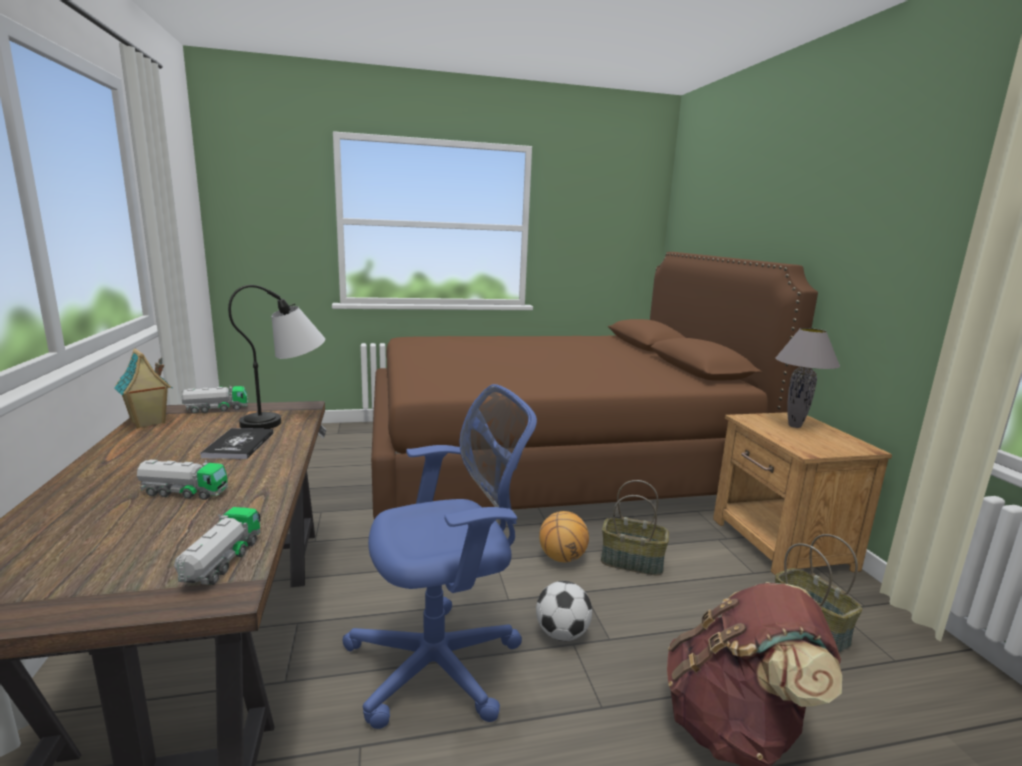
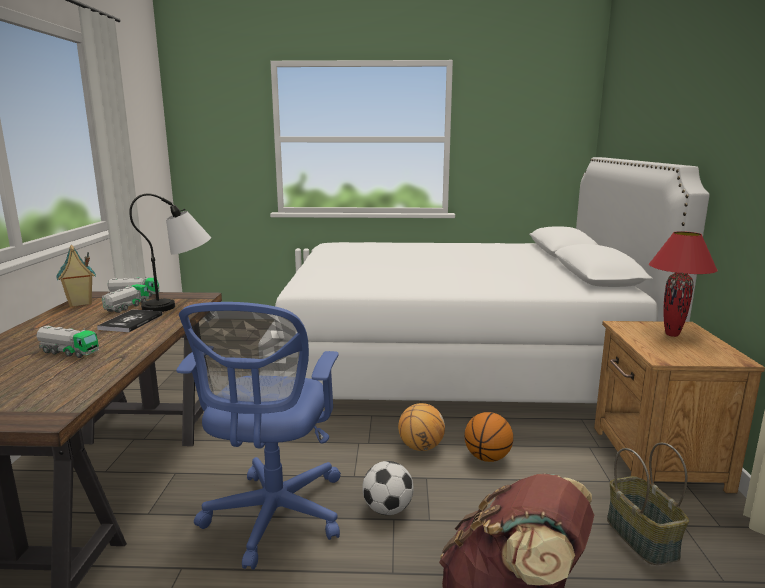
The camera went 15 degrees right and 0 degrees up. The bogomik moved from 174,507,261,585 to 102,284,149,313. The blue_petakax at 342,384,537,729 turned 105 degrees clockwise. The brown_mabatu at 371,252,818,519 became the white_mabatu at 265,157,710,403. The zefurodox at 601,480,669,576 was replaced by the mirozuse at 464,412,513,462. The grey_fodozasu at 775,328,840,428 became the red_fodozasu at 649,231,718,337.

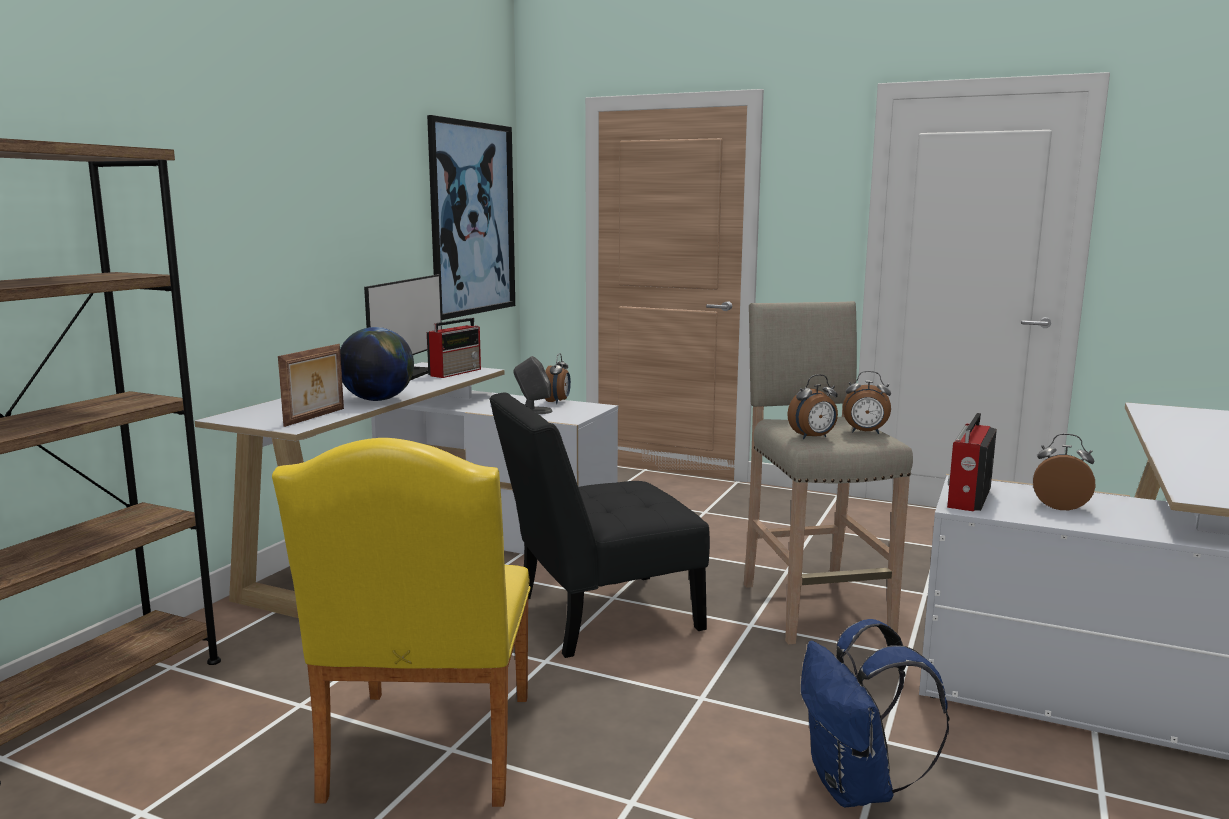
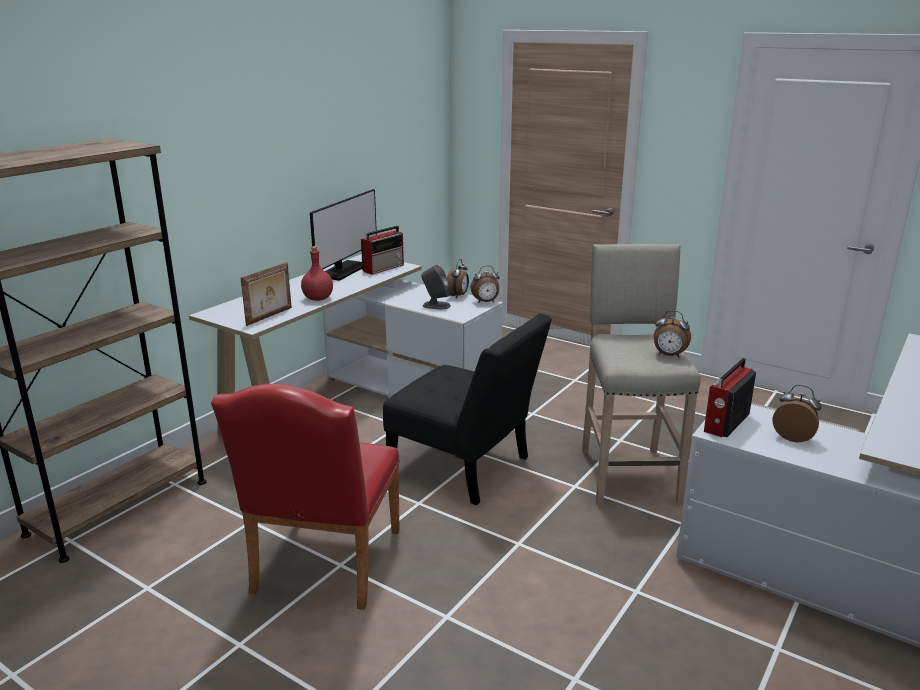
The camera went 10 degrees right and 10 degrees up. The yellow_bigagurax at 272,438,531,807 became the red_bigagurax at 211,384,400,610. The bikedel at 340,327,414,401 was replaced by the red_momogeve at 301,246,333,301. The black_bigagurax at 489,393,710,658 turned 135 degrees counterclockwise. The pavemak moved from 787,374,838,439 to 471,266,500,303. The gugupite at 427,115,515,320 disappeared. The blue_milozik at 801,619,950,807 disappeared.

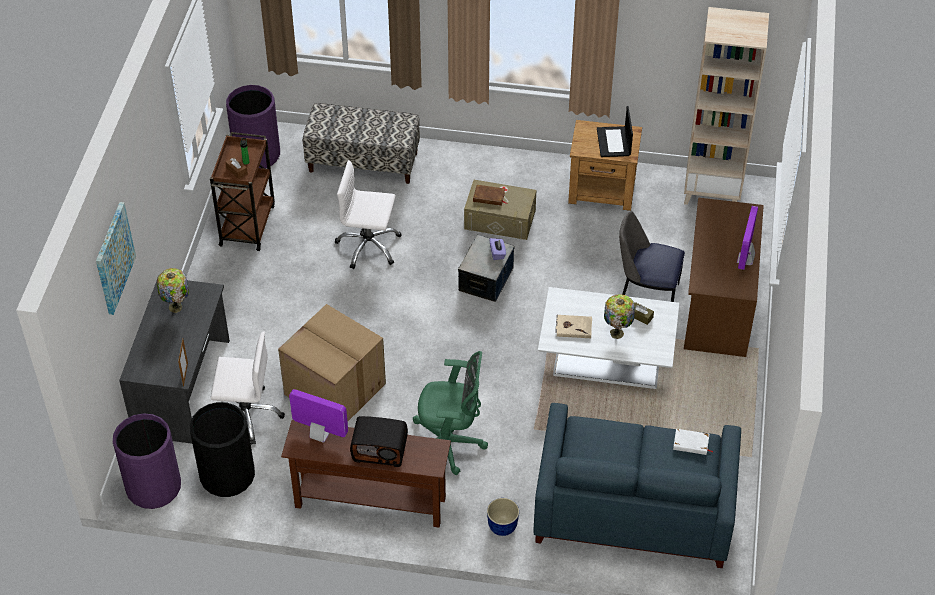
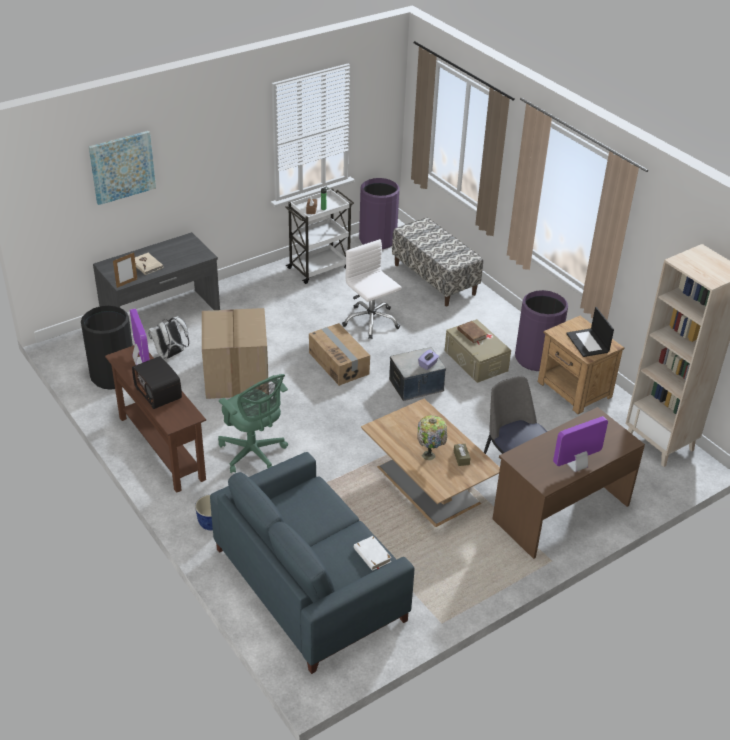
The camera went 45 degrees right and 10 degrees down. The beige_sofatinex moved from 555,315,592,338 to 135,253,163,275. The white_petakax at 211,331,285,445 was replaced by the white_milozik at 148,316,189,359. The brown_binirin at 210,132,275,251 became the white_binirin at 285,189,354,284. The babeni at 309,323,370,386 appeared. The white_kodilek at 538,287,679,389 became the brown_kodilek at 361,399,500,527. The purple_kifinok moved from 113,413,181,509 to 515,290,568,371. The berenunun at 597,106,633,157 turned 60 degrees counterclockwise. The fodozasu at 157,268,189,313 disappeared.

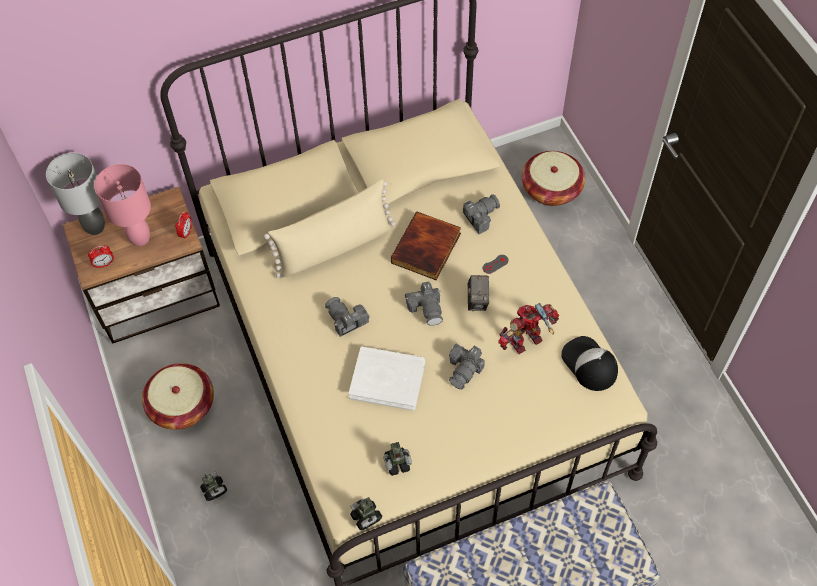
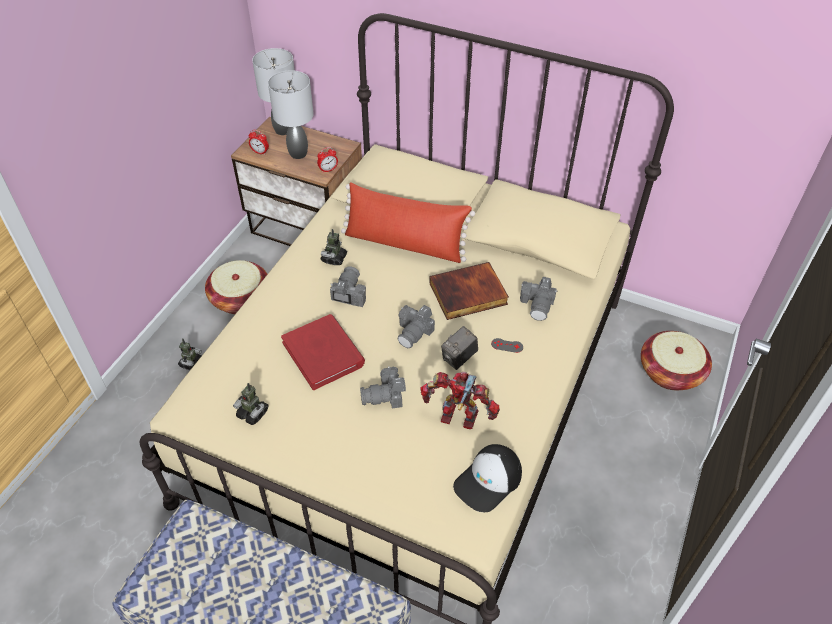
The camera went 45 degrees right and 10 degrees down. The pink_fodozasu at 94,164,151,246 became the grey_fodozasu at 268,70,314,159. The white_sofatinex at 349,346,425,411 became the red_sofatinex at 281,314,365,390. The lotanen moved from 350,497,382,530 to 321,229,347,265. The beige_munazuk at 264,180,395,278 became the red_munazuk at 341,182,475,263. The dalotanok at 561,336,618,391 turned 150 degrees counterclockwise. The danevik at 463,194,500,234 turned 90 degrees clockwise.

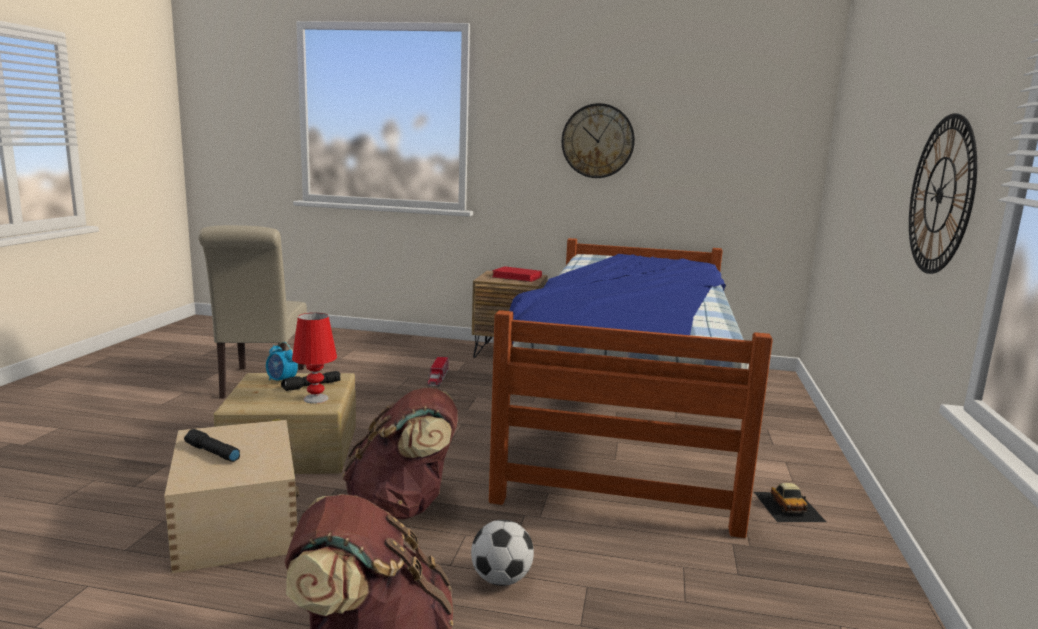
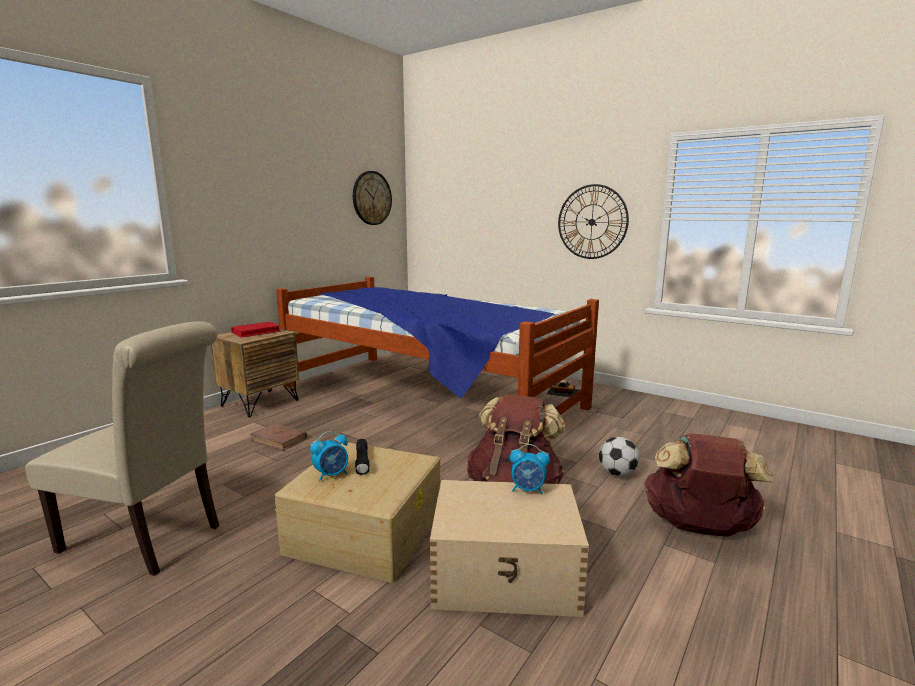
The camera went 65 degrees left and 0 degrees up. The bogomik at 427,357,449,387 was replaced by the brown_sofatinex at 250,423,307,451. The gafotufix moved from 562,103,635,178 to 353,171,392,225. The pavemak at 510,444,550,494 appeared. The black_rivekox at 184,429,240,462 disappeared. The red_fodozasu at 292,313,337,404 disappeared.

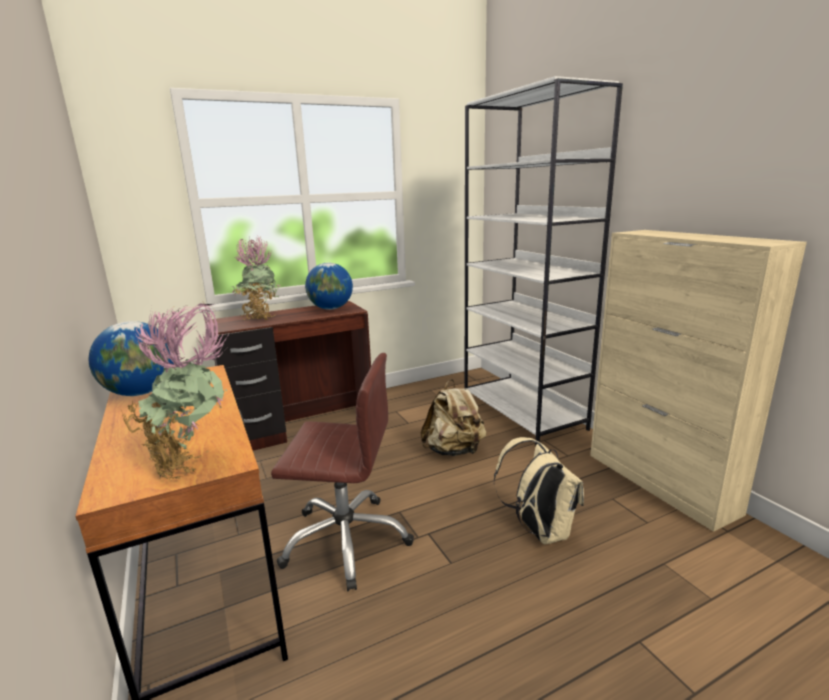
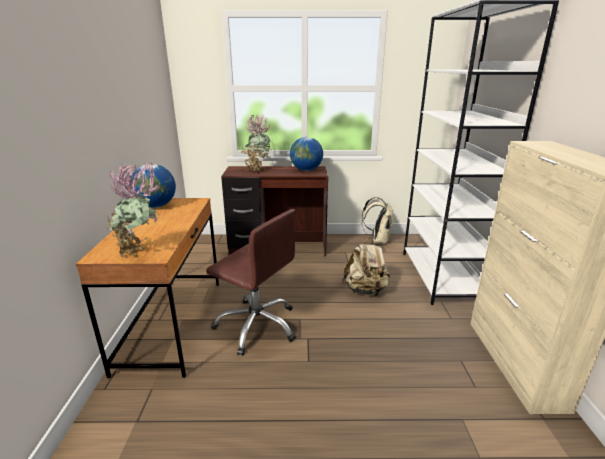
The camera went 25 degrees right and 5 degrees up. The beige_milozik moved from 494,437,584,545 to 362,197,394,244.

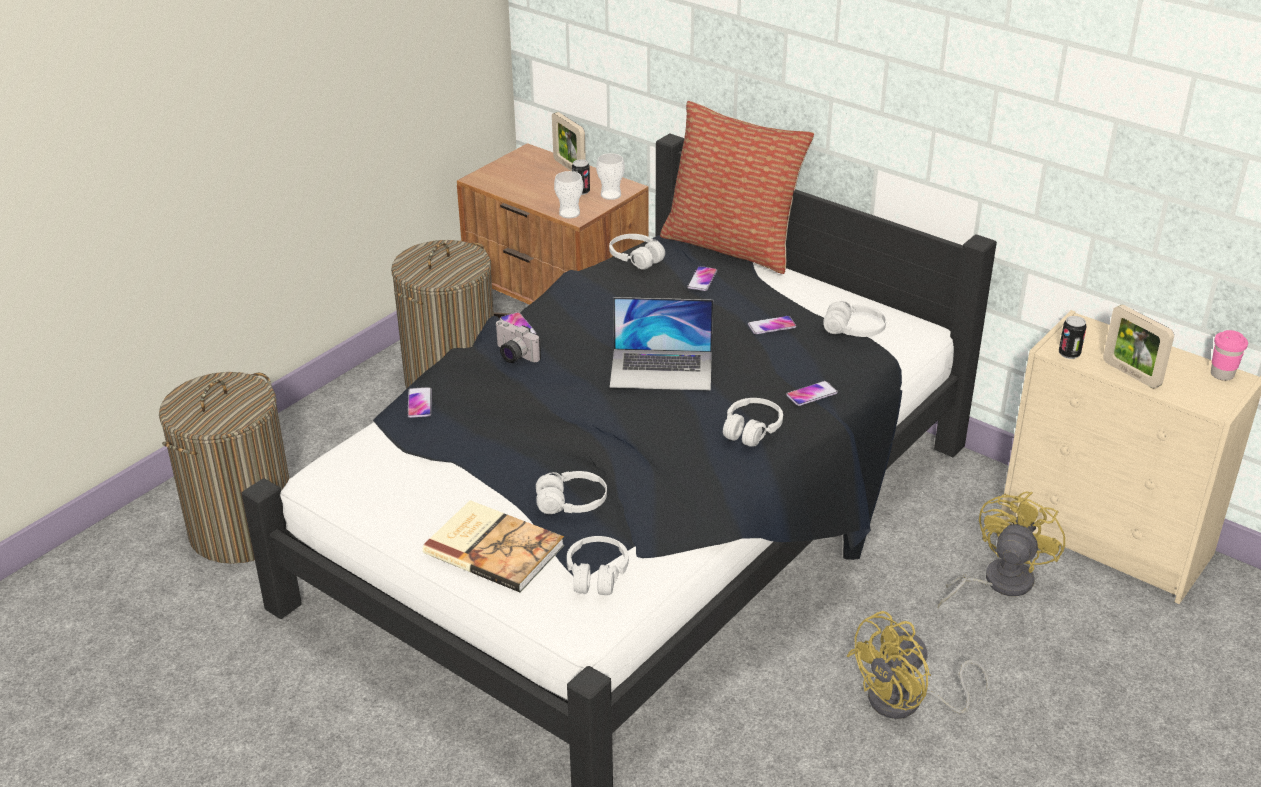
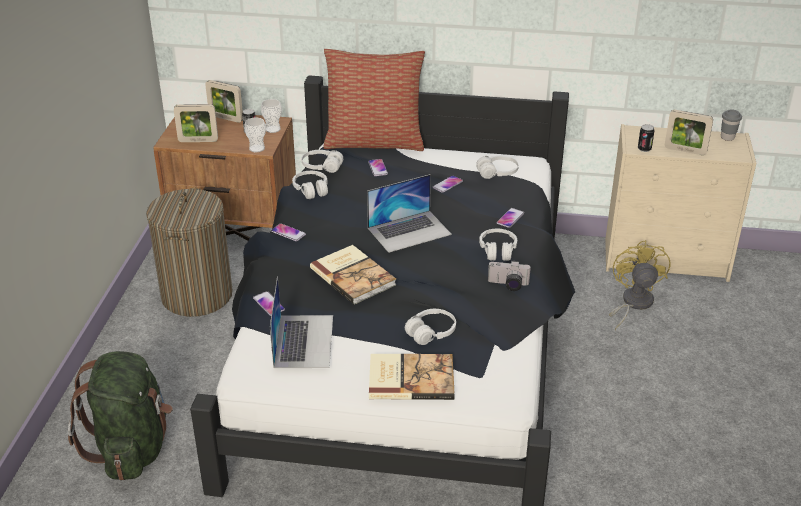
The camera went 30 degrees left and 0 degrees up. The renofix at 159,372,289,564 was replaced by the green_milozik at 68,351,173,481. The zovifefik at 174,104,218,142 appeared. The berenunun at 270,276,333,368 appeared. The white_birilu moved from 567,536,629,595 to 292,171,328,199. The sofatinex at 310,245,396,304 appeared. The danevik moved from 496,320,541,363 to 488,261,531,291. The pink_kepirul at 1211,330,1248,381 became the grey_kepirul at 721,109,742,141. The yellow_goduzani at 847,611,989,719 disappeared.

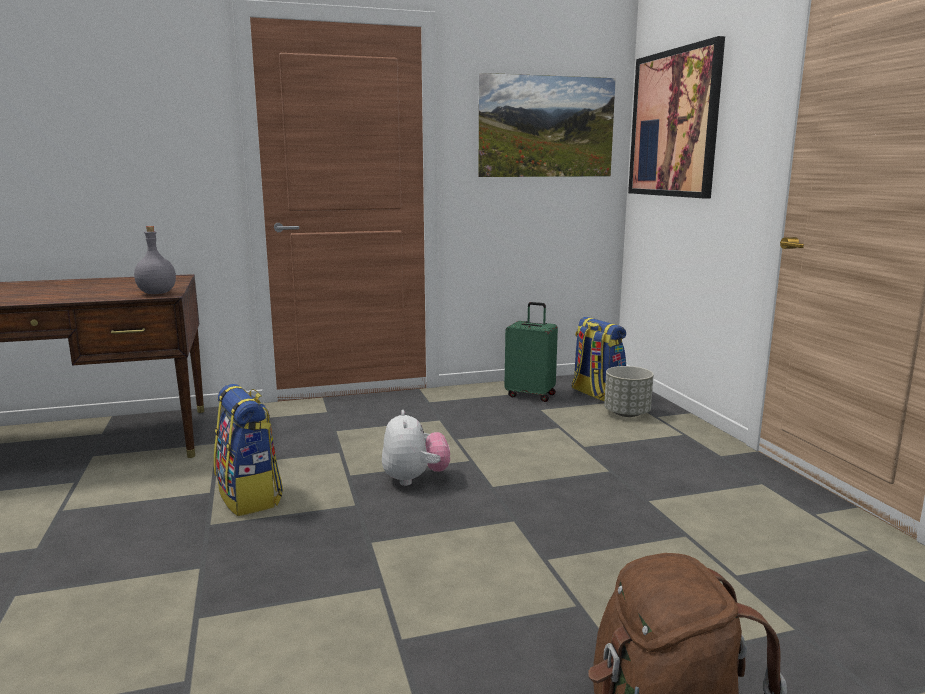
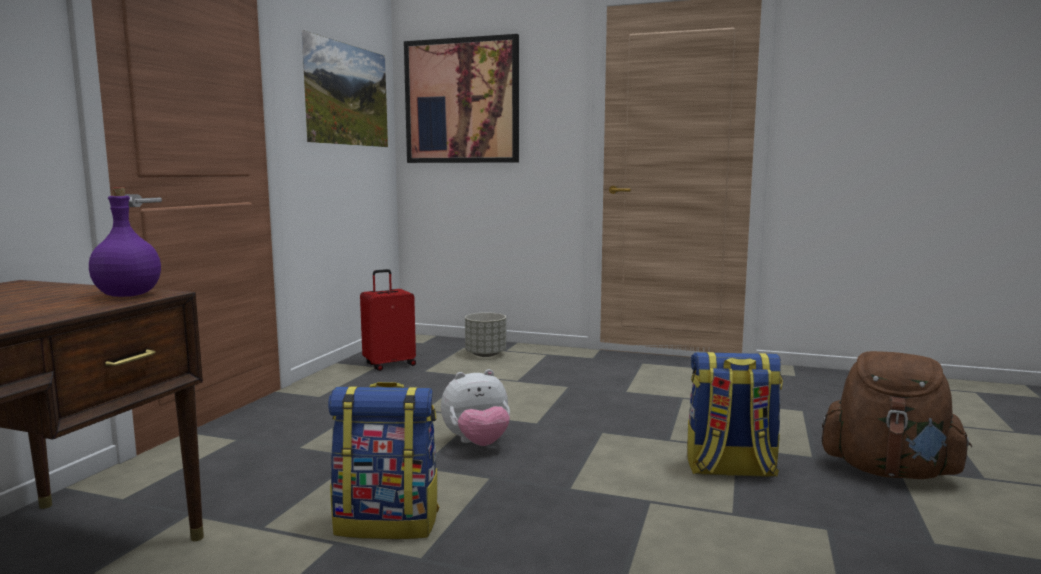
The camera went 55 degrees left and 5 degrees down. The grey_momogeve at 134,226,176,294 became the purple_momogeve at 89,187,161,297. The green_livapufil at 504,302,558,402 became the red_livapufil at 360,269,416,371. The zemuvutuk at 382,410,450,486 turned 135 degrees clockwise. The milozik moved from 571,317,626,402 to 688,352,783,477.

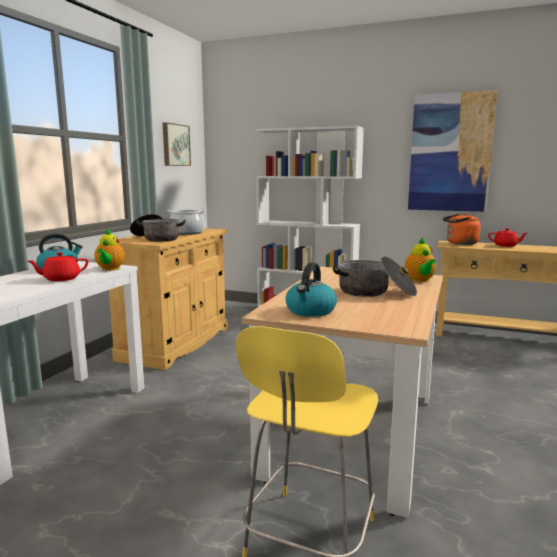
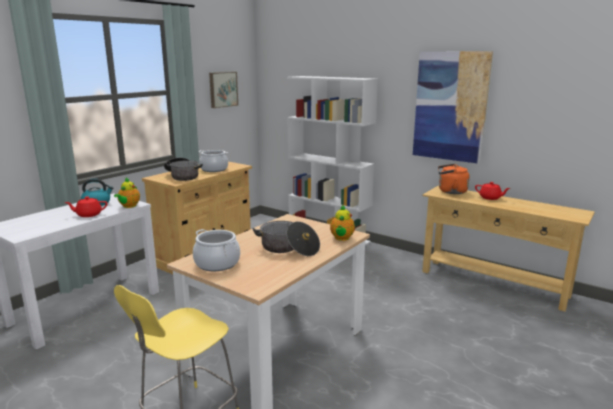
The camera went 15 degrees right and 5 degrees up. The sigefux at 286,263,337,317 was replaced by the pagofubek at 193,229,240,271.

